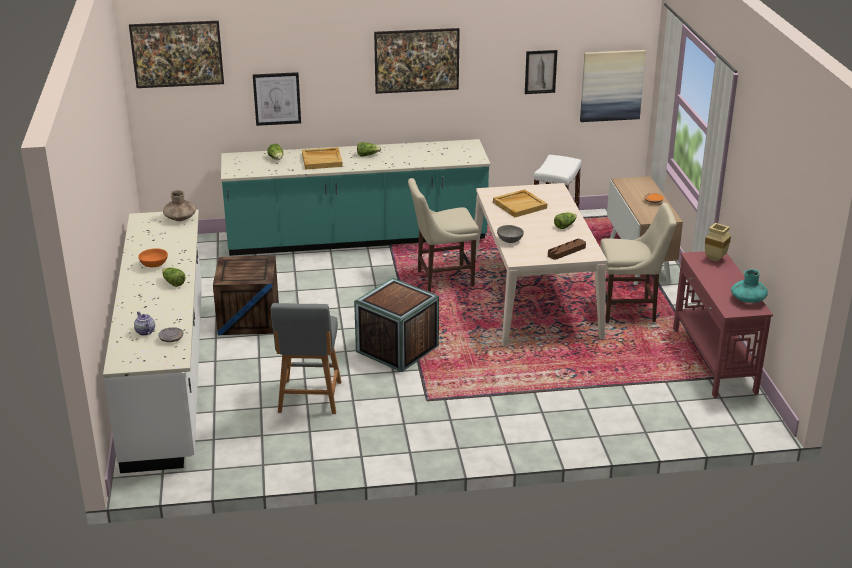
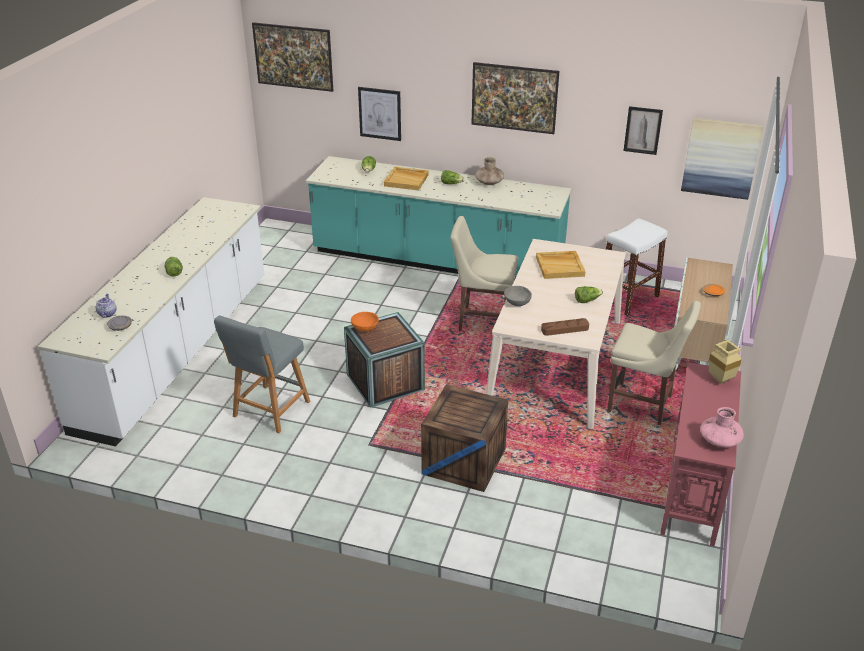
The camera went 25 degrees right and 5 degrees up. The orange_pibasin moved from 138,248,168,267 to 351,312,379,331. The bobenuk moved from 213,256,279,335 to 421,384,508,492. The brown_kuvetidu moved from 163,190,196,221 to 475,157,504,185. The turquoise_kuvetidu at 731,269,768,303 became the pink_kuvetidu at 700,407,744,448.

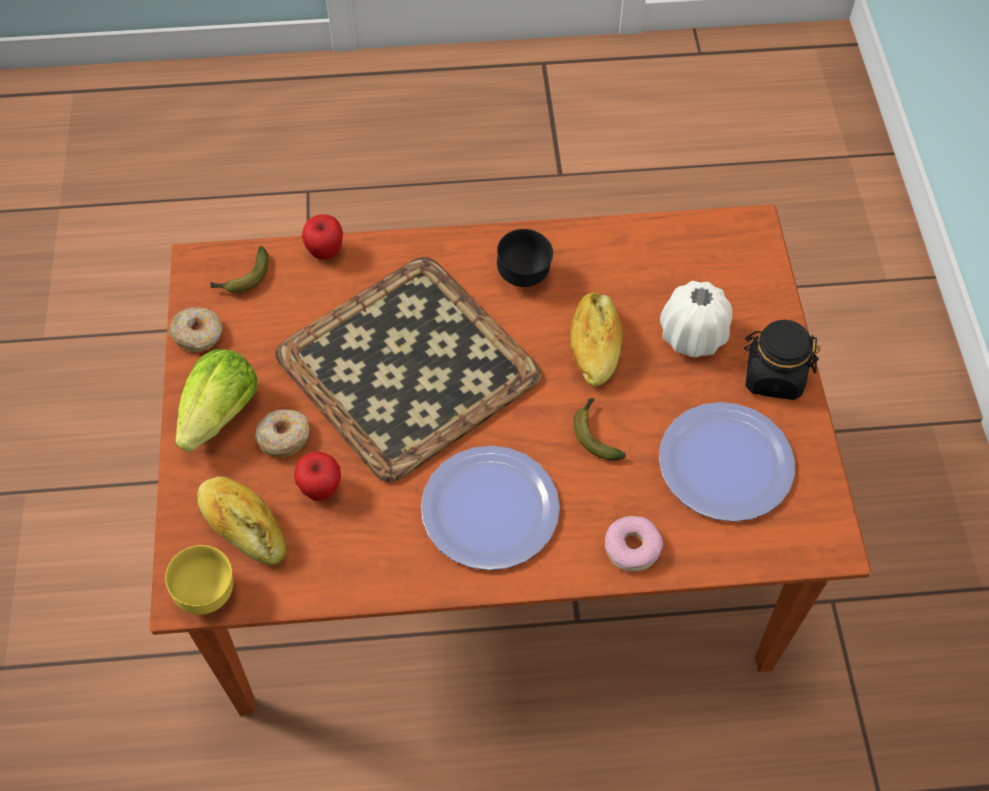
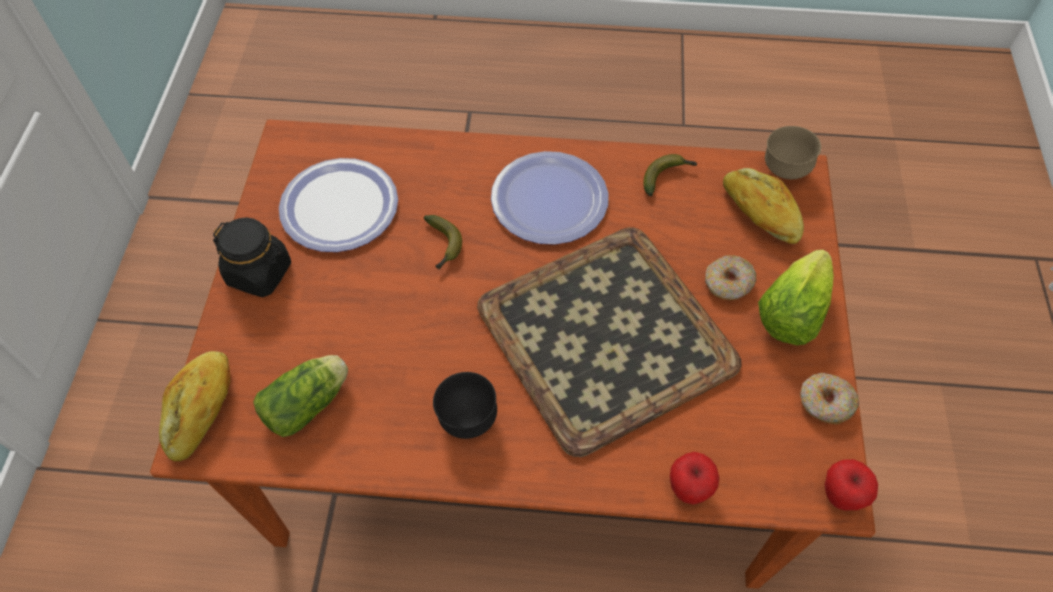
The camera went 170 degrees left and 0 degrees up. The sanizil moved from 570,293,623,387 to 159,351,230,461. The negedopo at 253,355,348,437 appeared. The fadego moved from 210,246,269,293 to 644,154,697,196. The yellow_pibasin at 165,545,233,615 became the brown_pibasin at 765,126,821,179. The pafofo moved from 294,451,341,501 to 825,459,878,510. The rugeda at 605,516,663,572 disappeared. The white_kuvetidu at 660,281,732,358 disappeared.

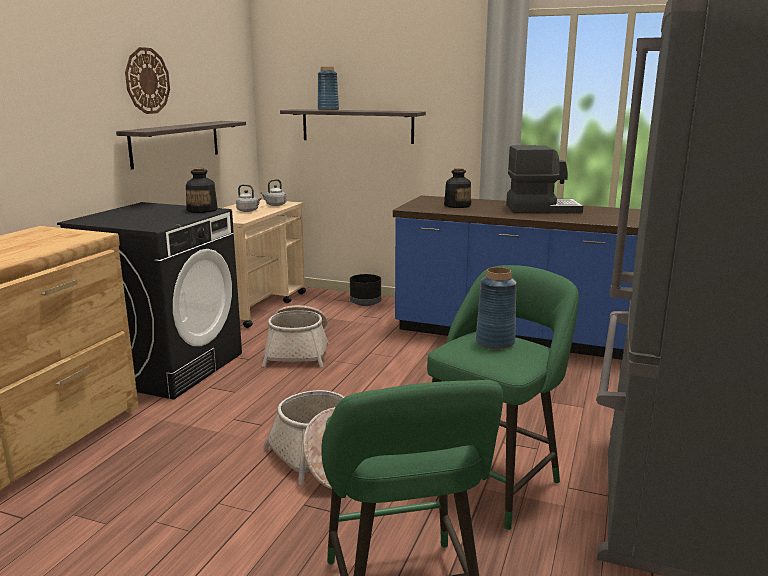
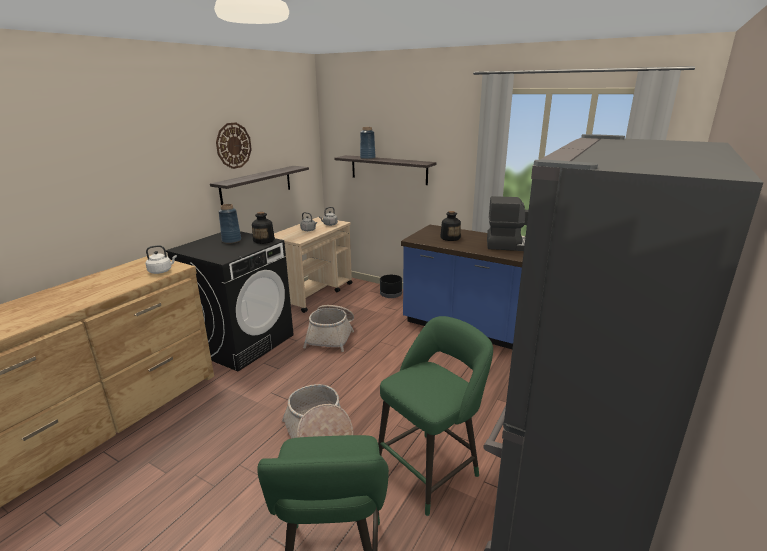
The camera went 10 degrees right and 5 degrees up. The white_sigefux at 146,245,177,274 appeared. The blue_kuvetidu moved from 476,267,517,350 to 218,204,241,243.

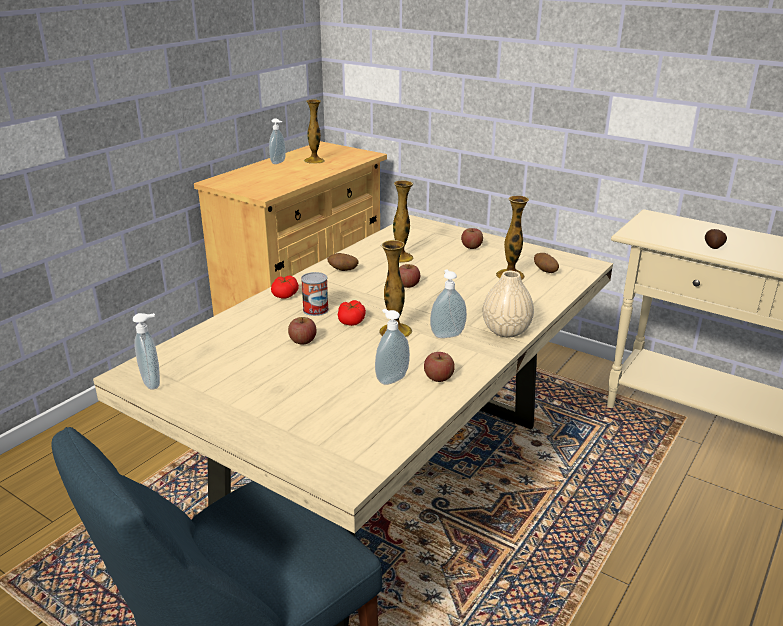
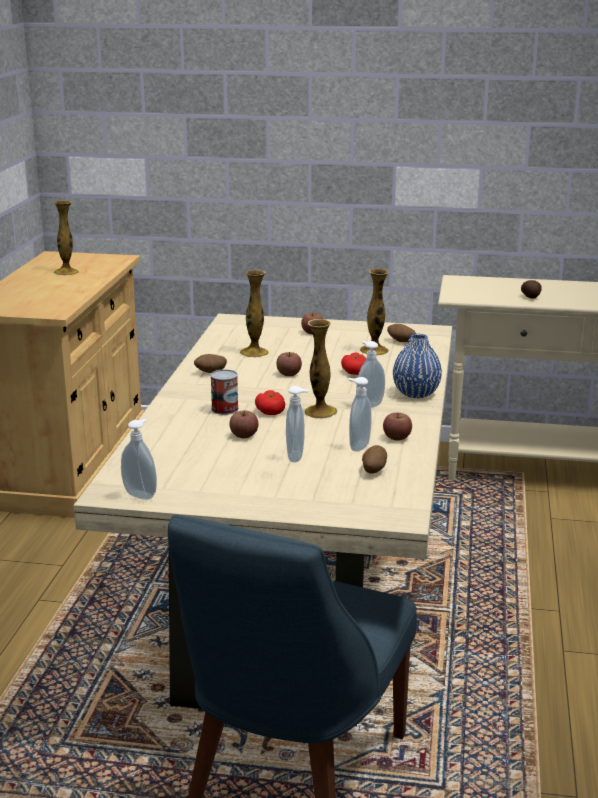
The camera went 25 degrees left and 5 degrees down. The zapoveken moved from 269,118,286,164 to 286,386,309,462. The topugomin moved from 271,276,299,299 to 341,352,366,375. The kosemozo at 362,445,387,474 appeared. The beige_kuvetidu at 483,271,534,337 became the blue_kuvetidu at 393,334,442,398.

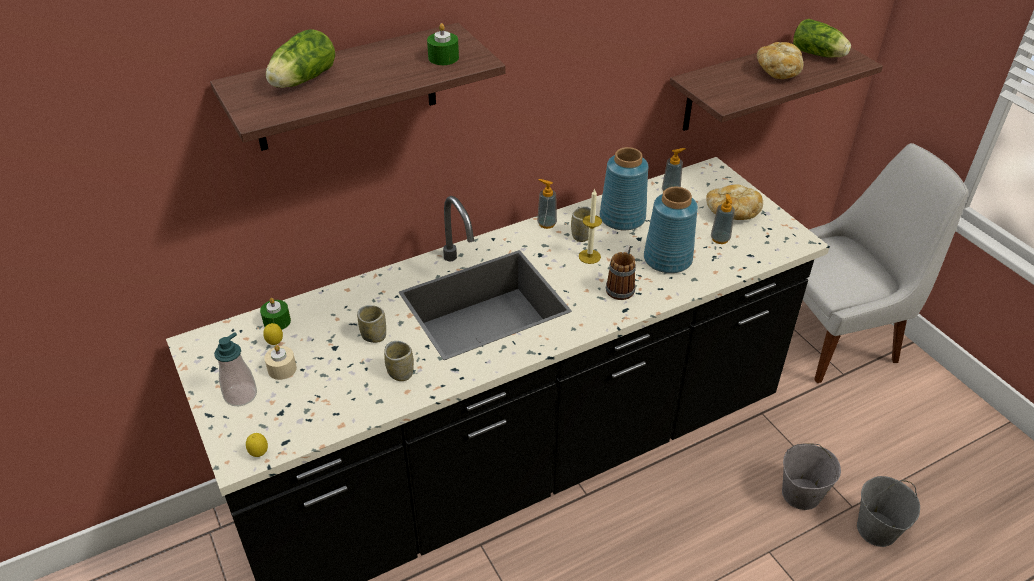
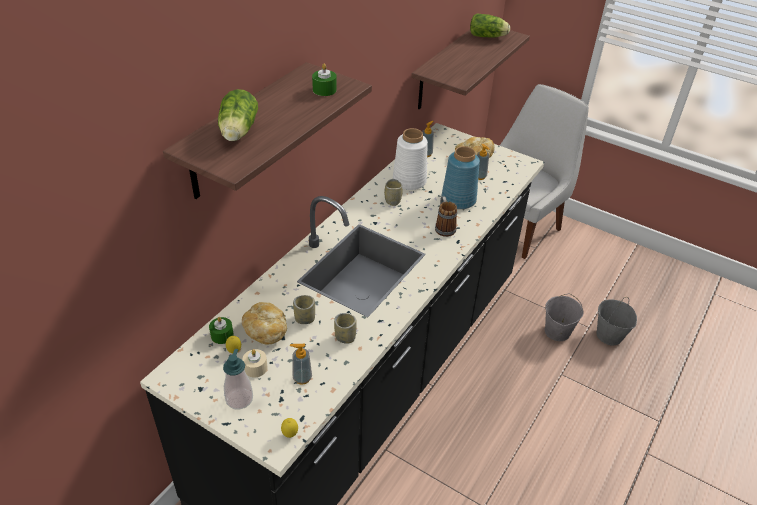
The camera went 30 degrees left and 0 degrees up. The sanizil moved from 757,42,804,79 to 242,302,287,345. The zapoveken moved from 537,179,557,229 to 290,344,312,385. The blue_kuvetidu at 600,147,648,230 became the white_kuvetidu at 393,128,428,190. The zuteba at 579,189,602,264 disappeared.

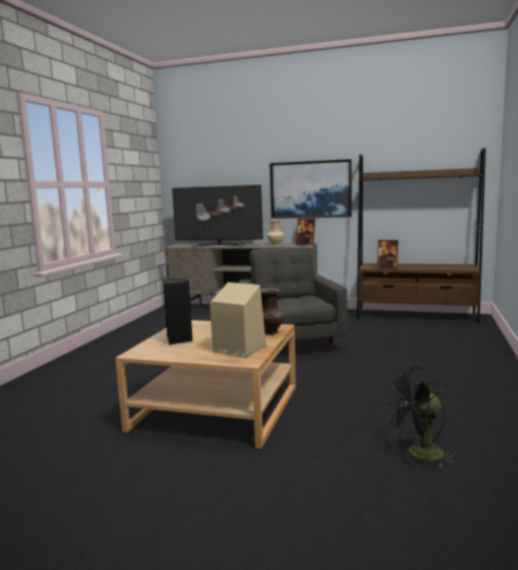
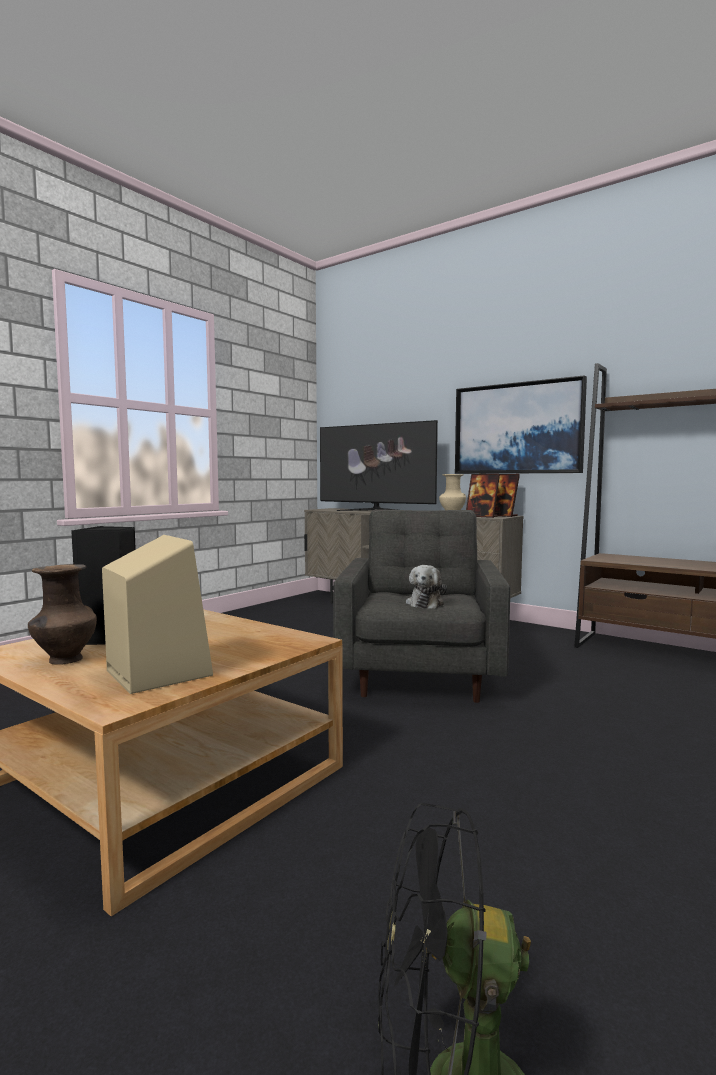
The camera went 20 degrees right and 5 degrees down. The brown_kuvetidu moved from 260,288,285,335 to 28,564,97,665. The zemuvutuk at 406,565,447,609 appeared. The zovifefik moved from 377,240,398,269 to 466,474,500,518.

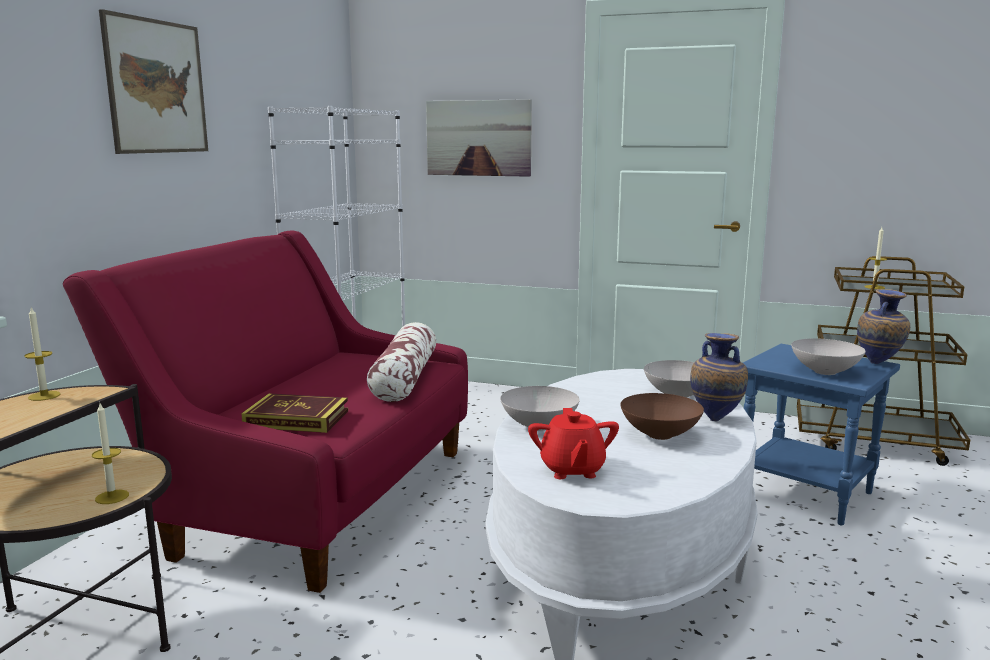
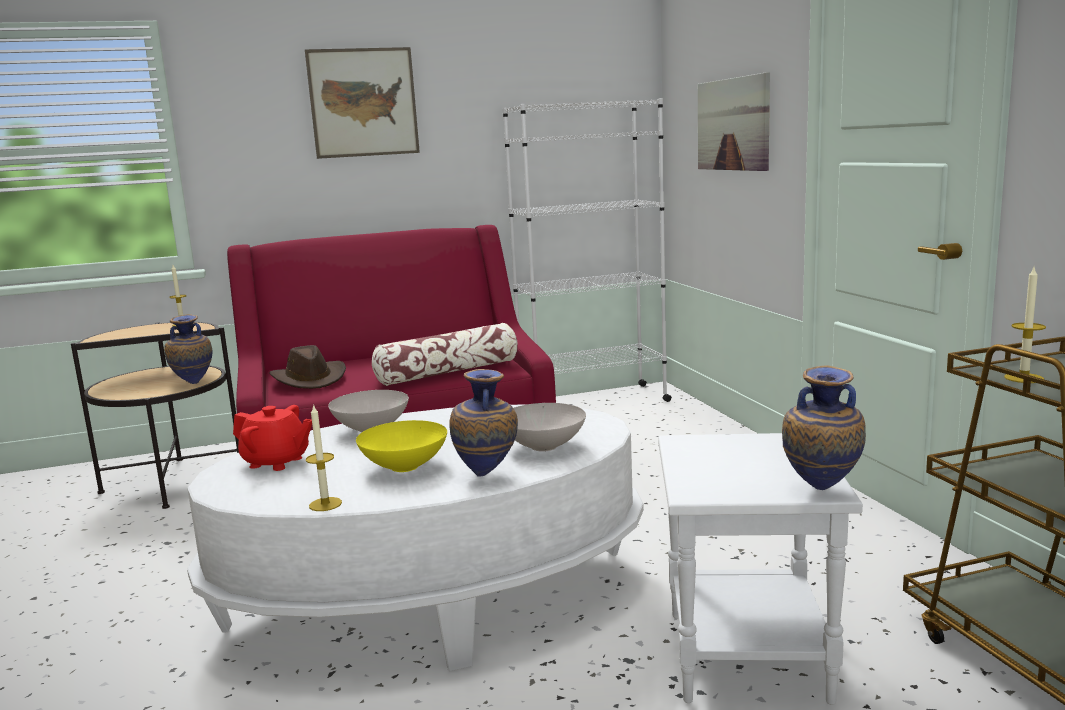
The camera went 55 degrees right and 0 degrees up. The kuvetidu at 164,314,212,384 appeared. The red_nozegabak at 528,408,619,479 turned 120 degrees counterclockwise. The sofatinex at 241,393,348,433 was replaced by the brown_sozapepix at 269,345,346,389. The zuteba moved from 92,403,129,504 to 306,404,342,511. The brown_pibasin at 620,393,704,440 became the yellow_pibasin at 356,420,447,472. The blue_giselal at 743,344,900,526 became the white_giselal at 658,433,863,705. The white_pibasin at 791,338,866,375 disappeared.

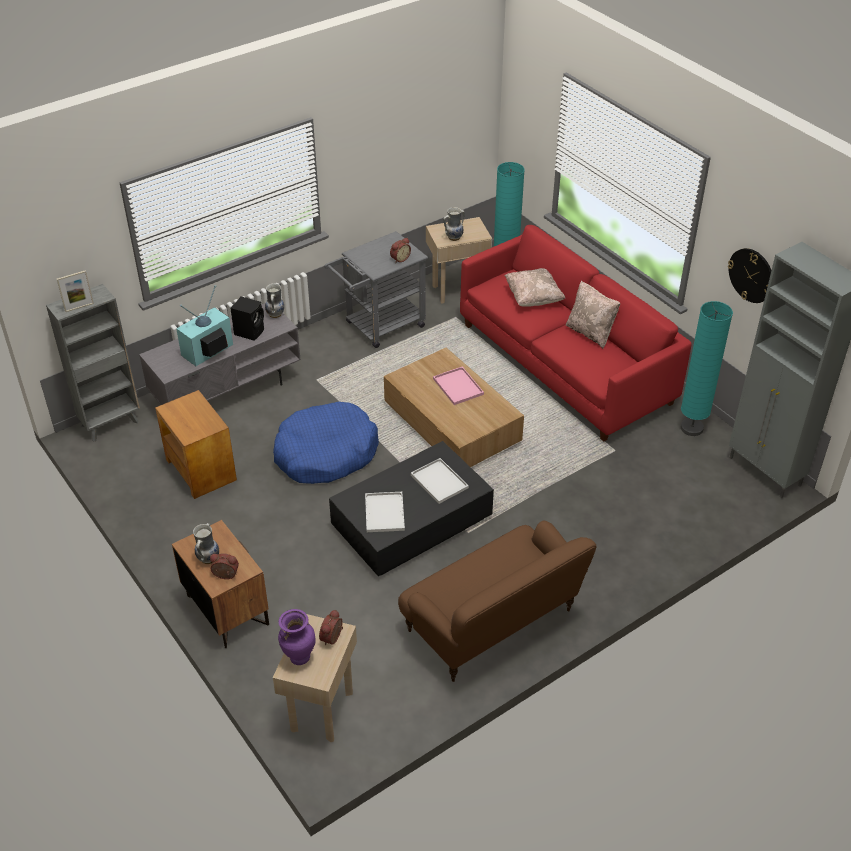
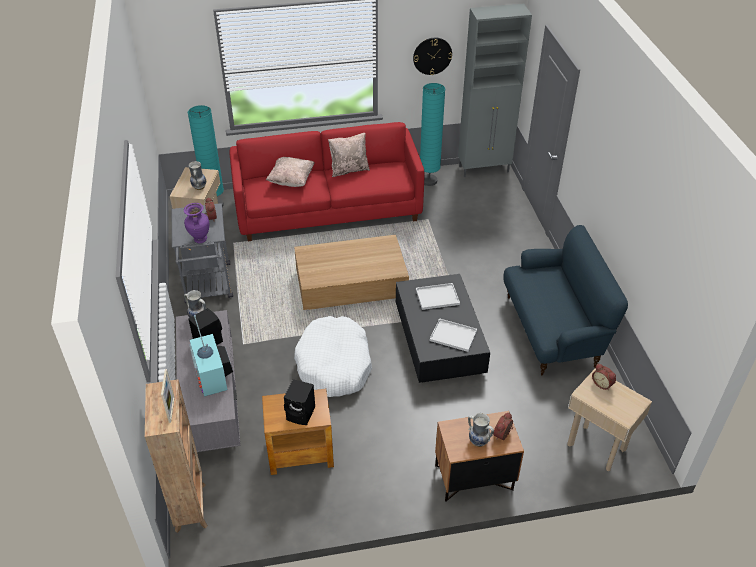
The camera went 65 degrees left and 0 degrees up. The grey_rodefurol at 46,284,140,442 became the brown_rodefurol at 145,380,208,533. The purple_kuvetidu moved from 278,609,316,665 to 184,203,209,243. The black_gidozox at 284,379,315,425 appeared. The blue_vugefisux at 273,402,379,484 became the white_vugefisux at 294,316,372,397. The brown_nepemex at 398,520,597,682 became the blue_nepemex at 503,225,628,375. The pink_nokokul at 433,367,484,405 disappeared.

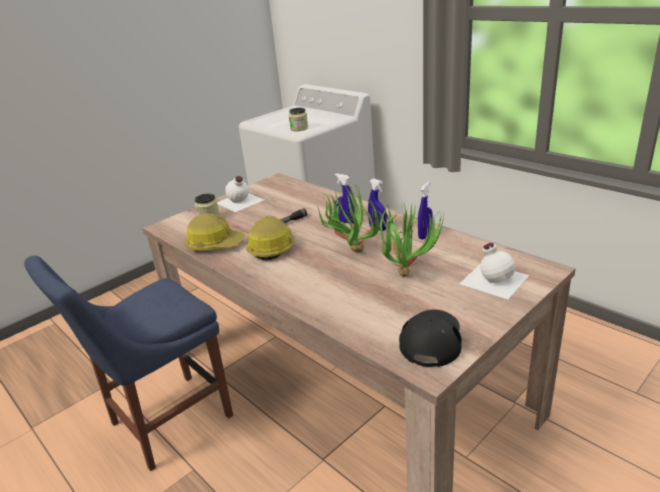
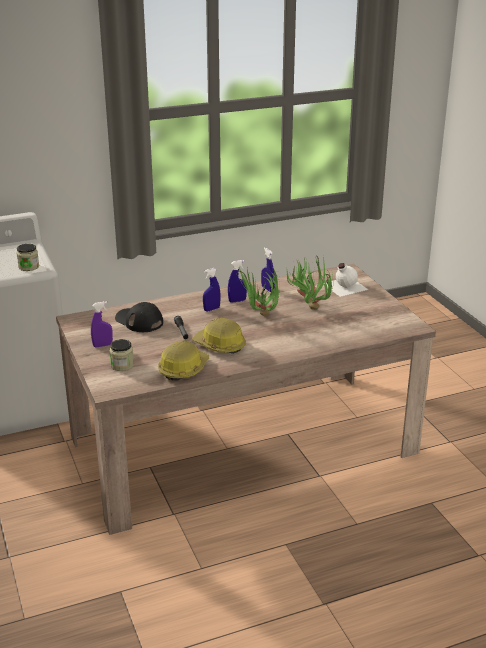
The camera went 70 degrees left and 0 degrees up. The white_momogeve at 217,176,264,212 was replaced by the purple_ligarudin at 91,301,113,347. The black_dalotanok moved from 399,310,462,367 to 115,302,163,332. The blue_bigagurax at 24,255,233,471 disappeared.

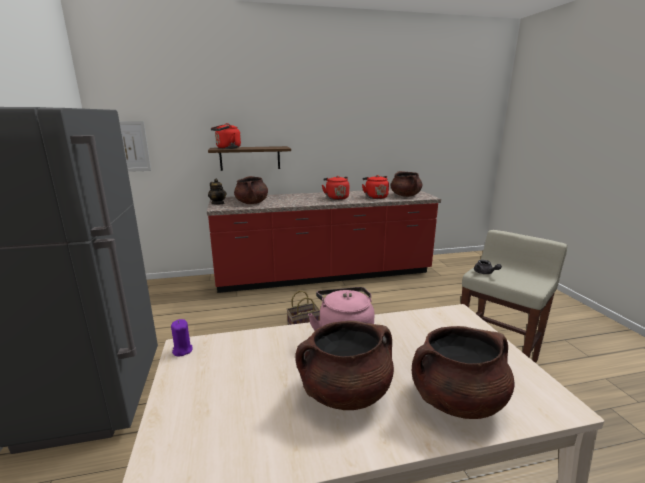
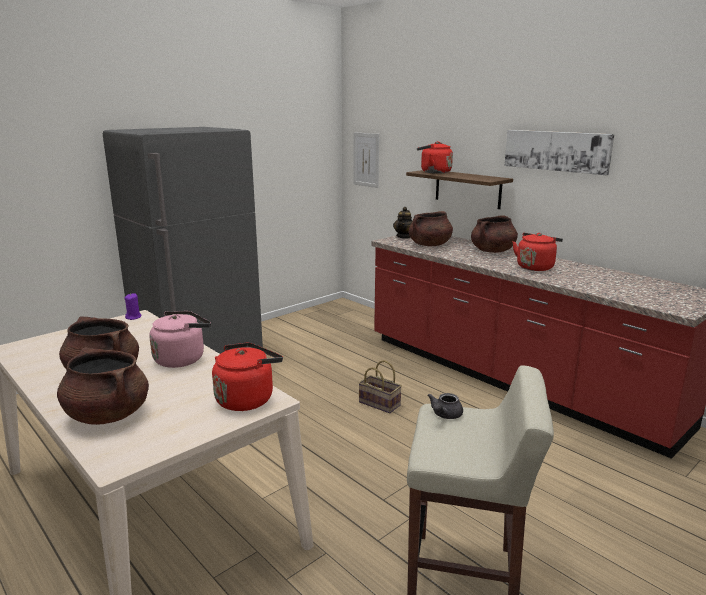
The camera went 60 degrees right and 0 degrees up. The red_sigefux moved from 362,175,389,199 to 212,343,283,411. The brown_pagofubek moved from 391,171,422,197 to 471,215,518,253. The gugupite at 504,130,614,175 appeared.

